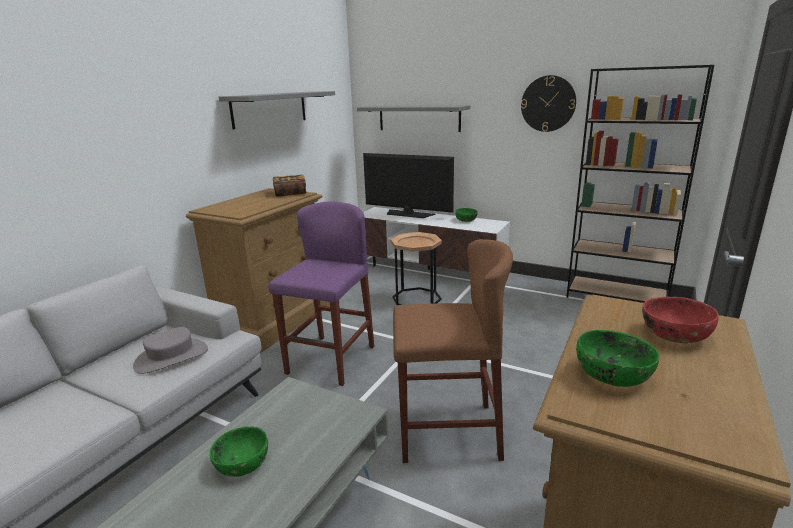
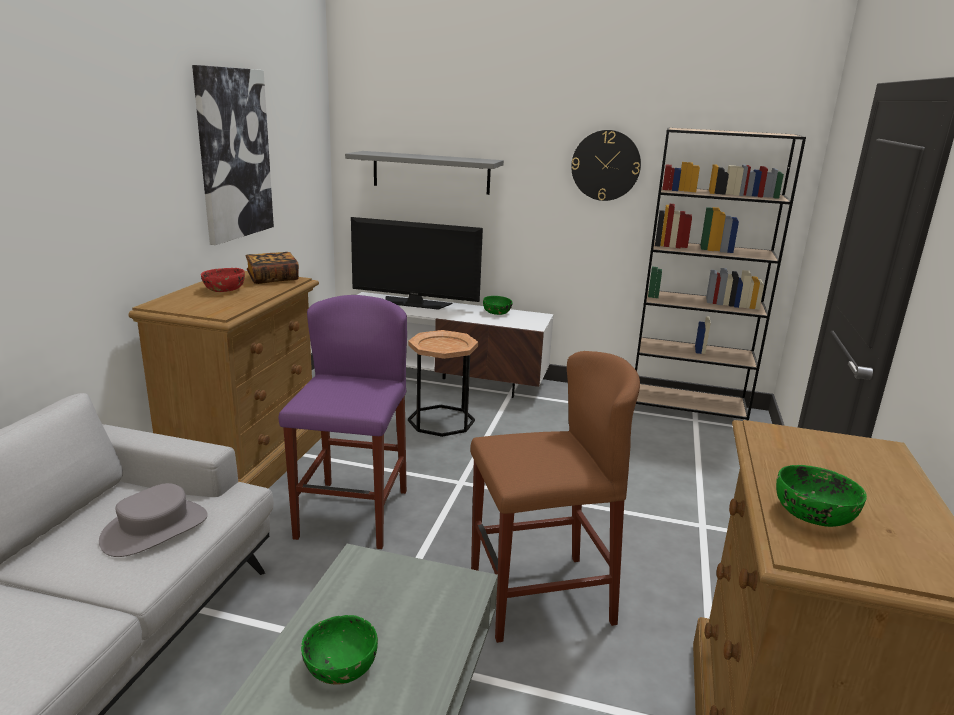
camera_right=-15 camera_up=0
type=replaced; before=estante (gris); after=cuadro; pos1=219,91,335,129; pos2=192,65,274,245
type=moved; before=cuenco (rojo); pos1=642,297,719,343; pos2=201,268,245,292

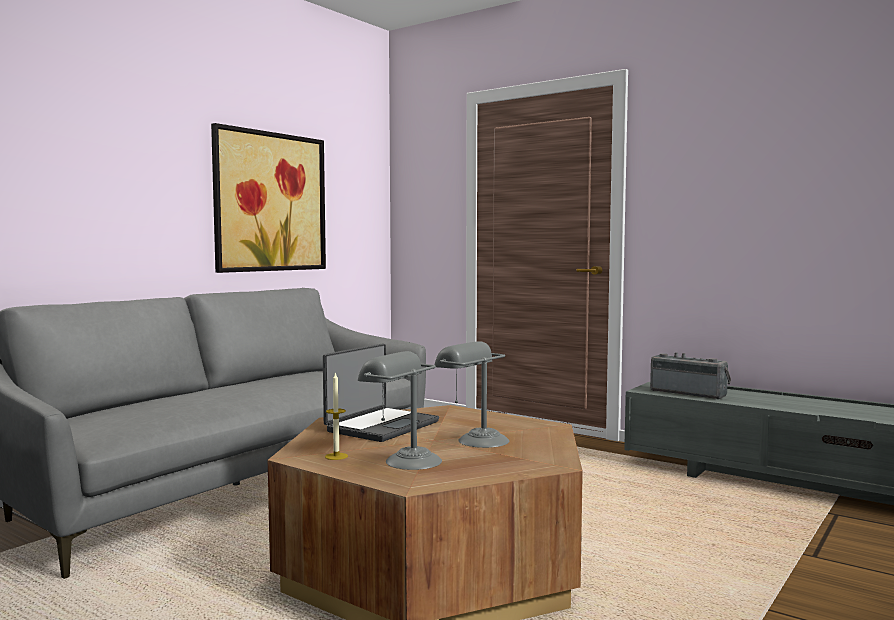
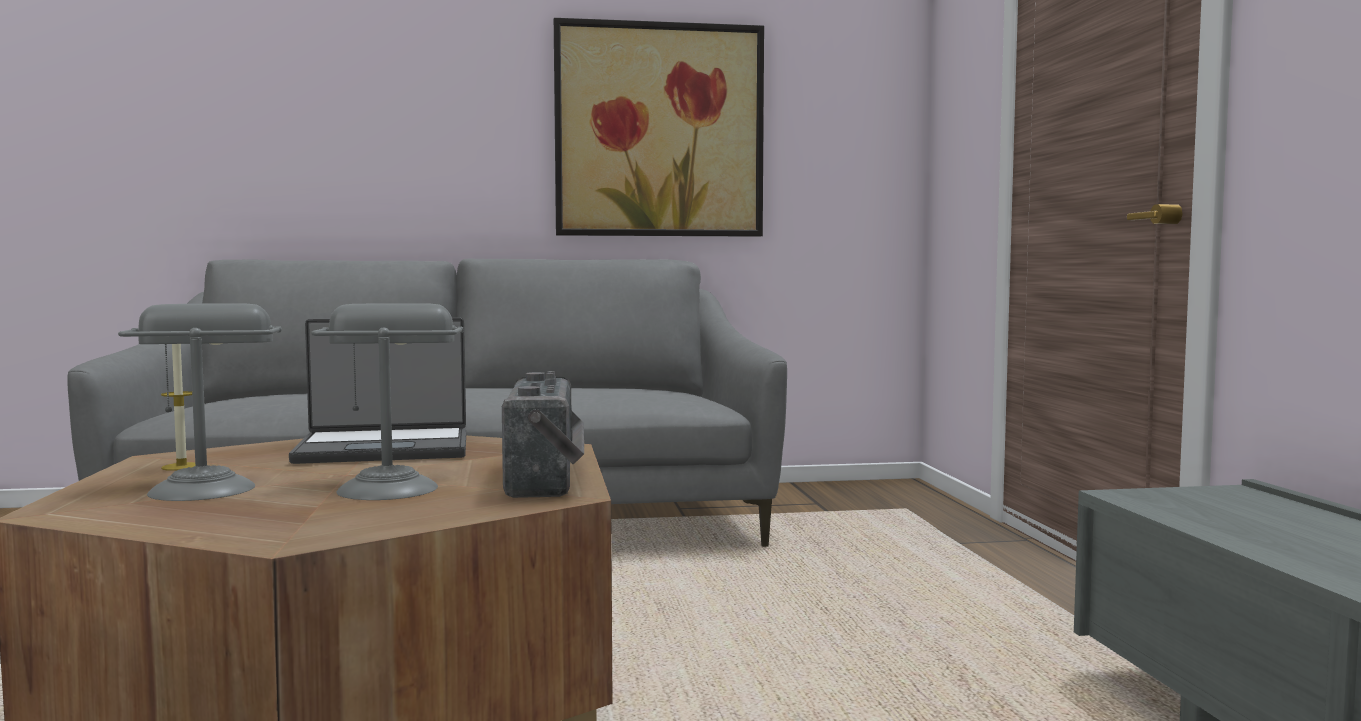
camera_right=45 camera_up=0
type=moved; before=radio; pos1=650,352,731,399; pos2=502,371,584,498

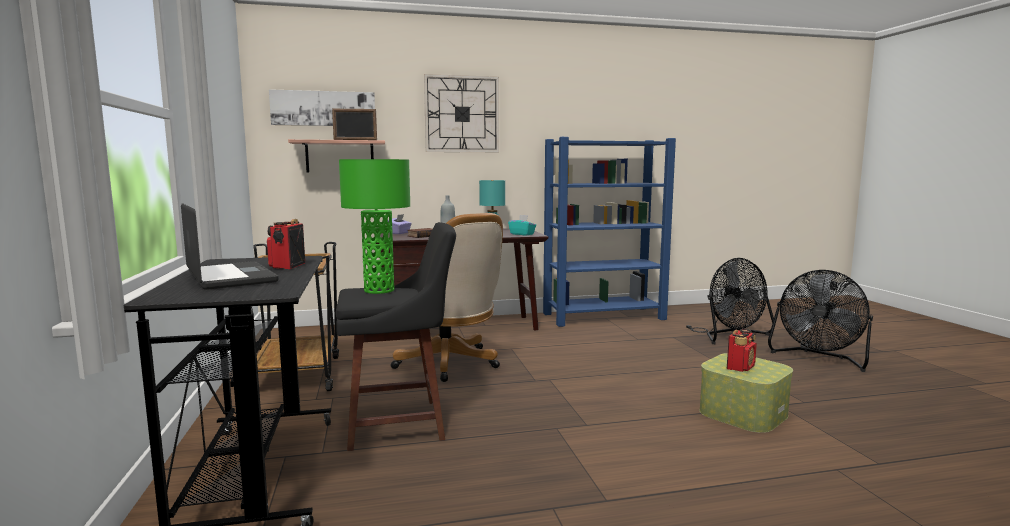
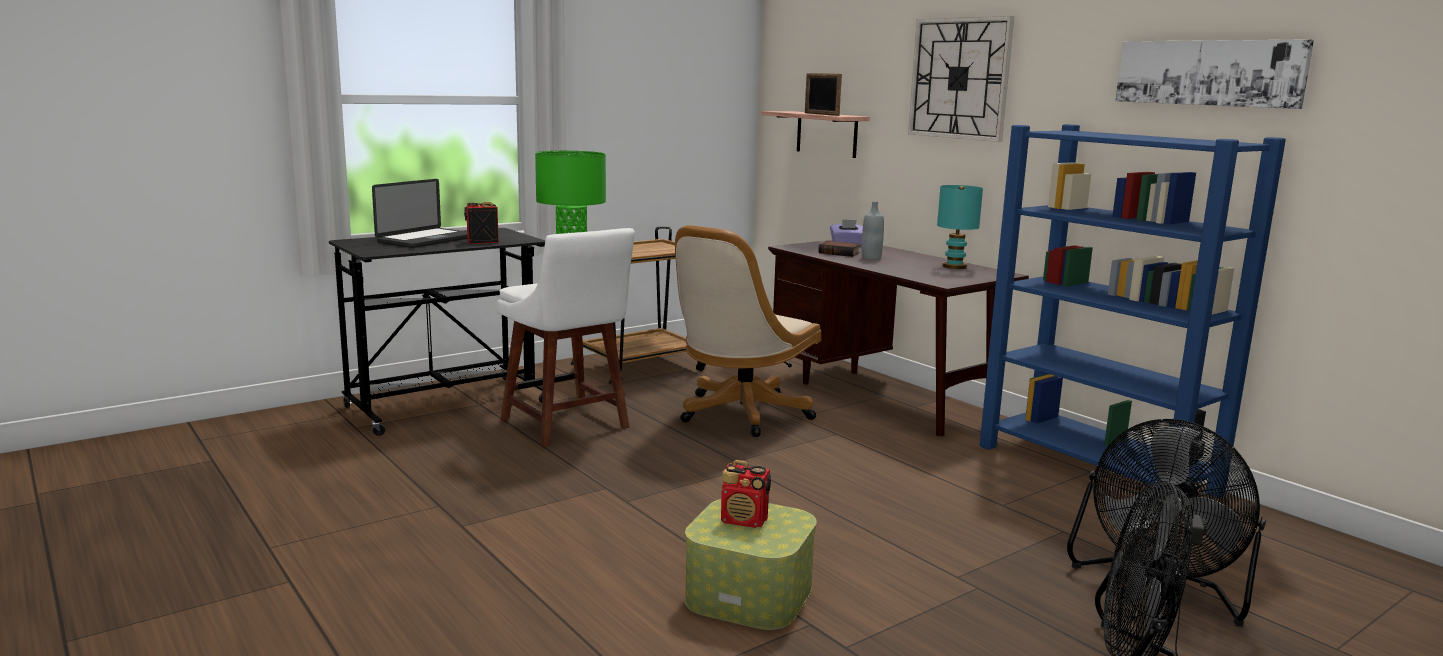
camera_right=65 camera_up=5
type=moved; before=cuadro; pos1=269,89,375,126; pos2=1115,39,1314,109
type=recoloured; before=taburete (negro); after=taburete (blanco); pos1=336,222,456,451; pos2=497,228,635,447
type=removed; before=caja de pañuelos (turquesa); pos1=508,215,536,235

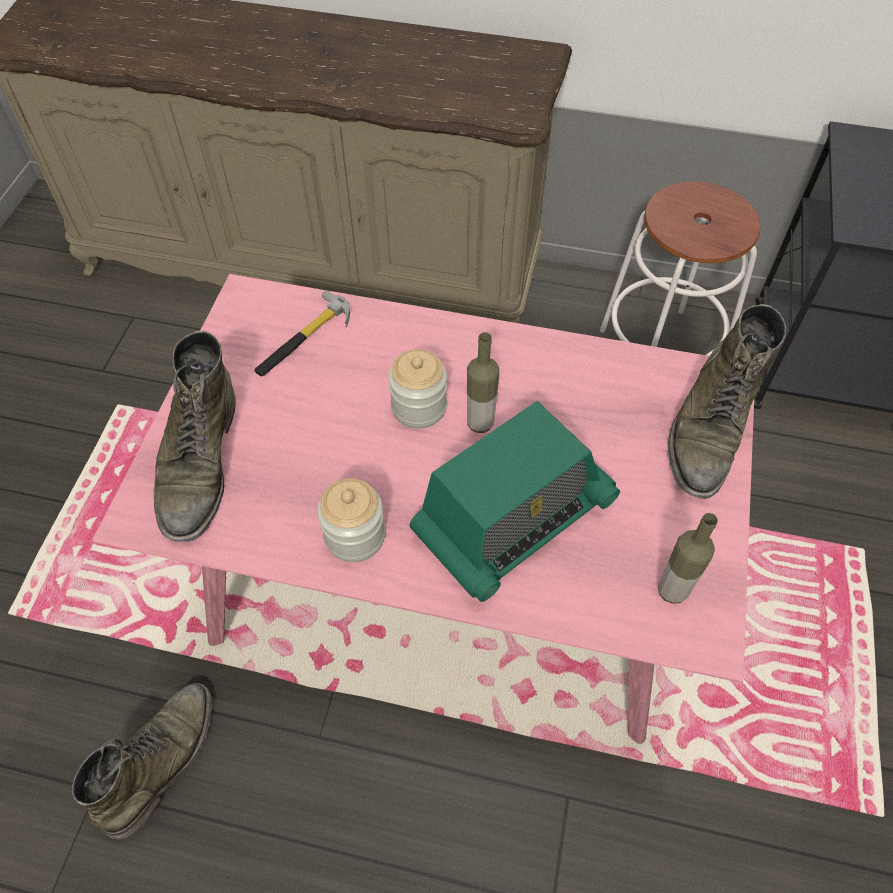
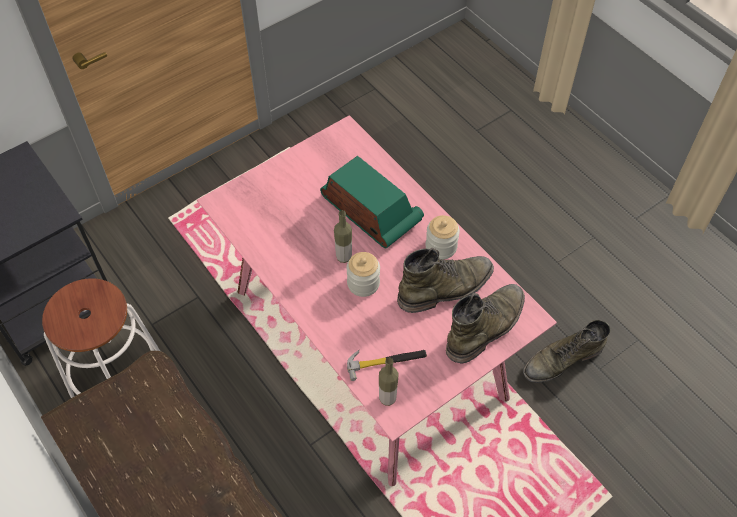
camera_right=-140 camera_up=0
type=turned; before=radio; pos1=410,401,620,602; pos2=320,156,424,248; turn=45
type=moved; before=botella; pos1=658,513,718,604; pos2=379,358,399,406
type=moved; before=bota (verde); pos1=667,304,786,499; pos2=397,248,494,313

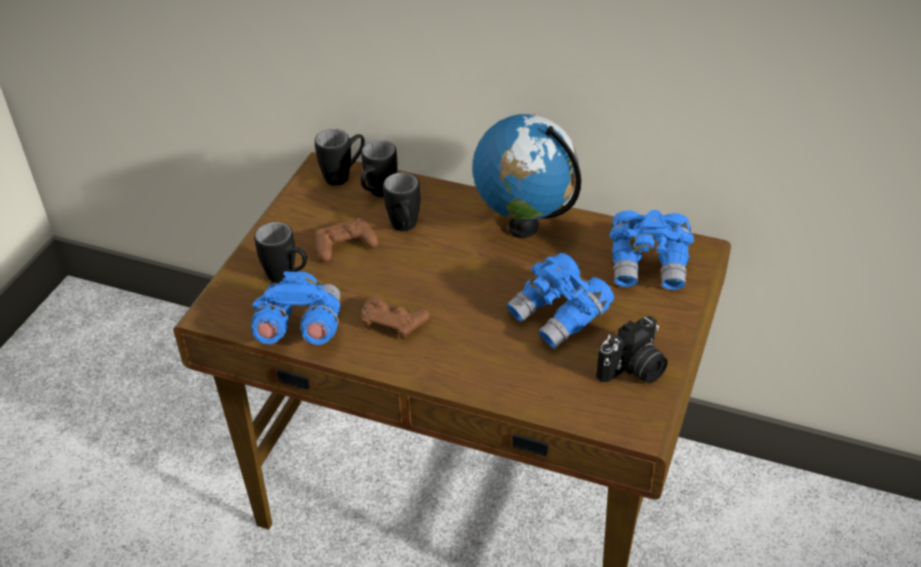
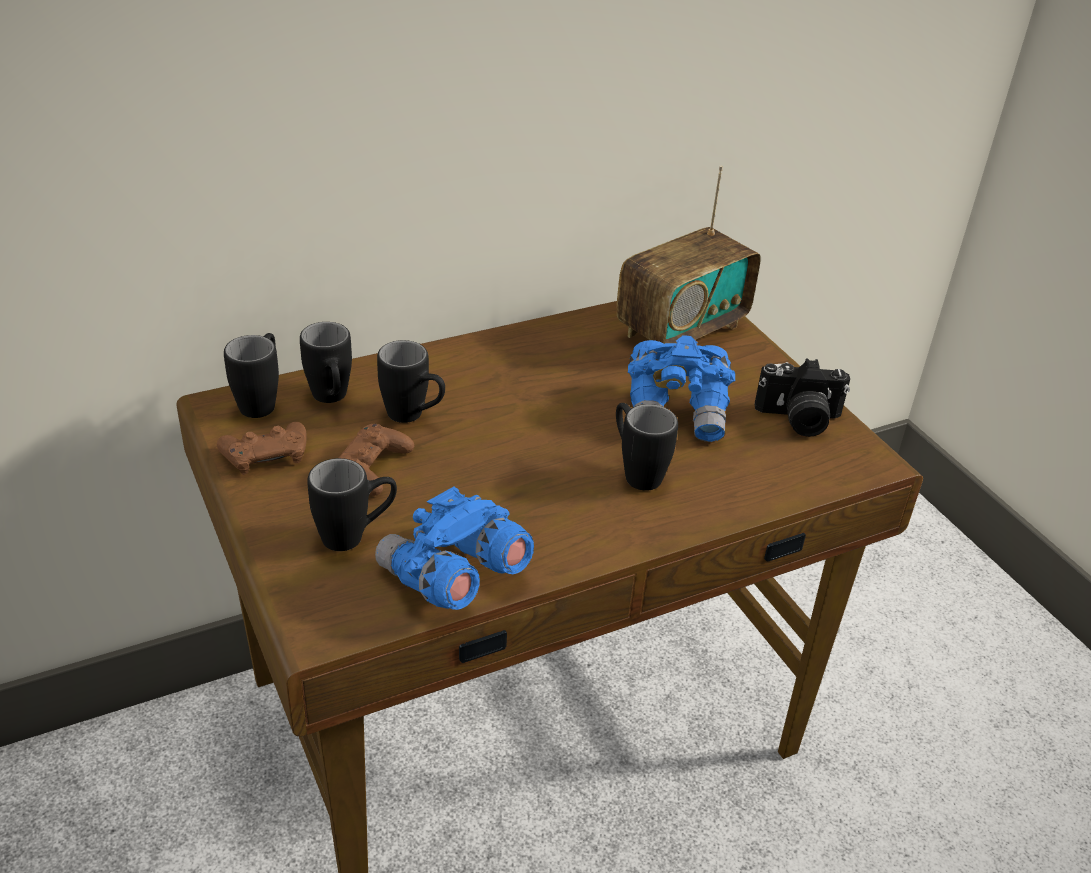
camera_right=-50 camera_up=-5
type=moved; before=mando de consola (marrón); pos1=361,295,430,339; pos2=217,422,307,475
type=removed; before=globo terráqueo; pos1=472,114,581,238
type=turned; before=cámara; pos1=596,316,668,384; pos2=755,359,850,437; turn=90
type=replaced; before=prismáticos (azul); after=radio; pos1=610,210,694,290; pos2=616,166,761,344
type=added; after=taza grande (negro); pos2=616,403,678,491

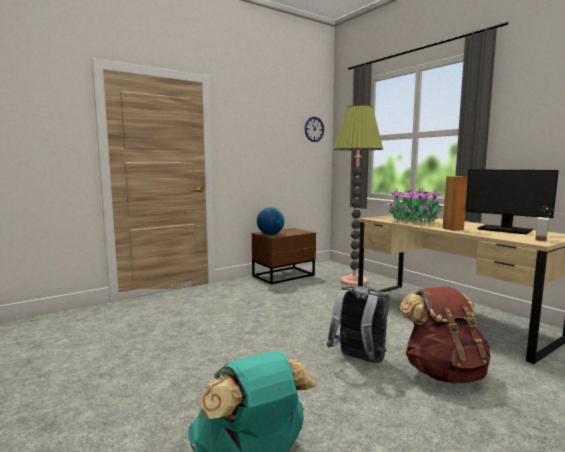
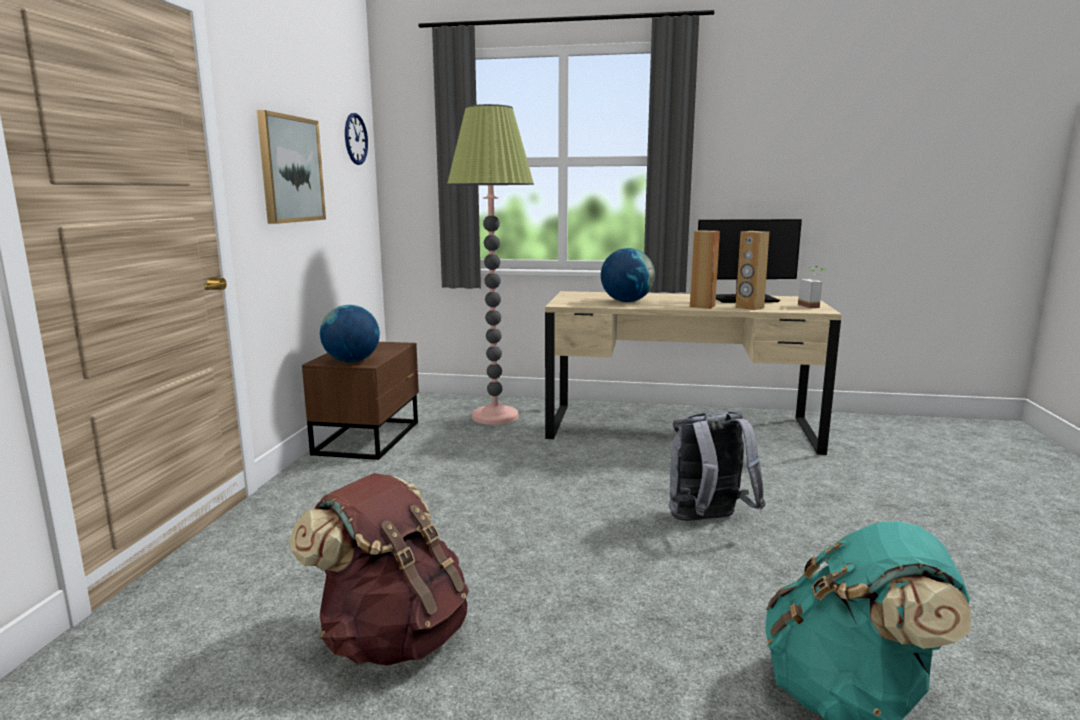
camera_right=-45 camera_up=5
type=replaced; before=planta en maceta; after=globo terráqueo; pos1=386,188,444,223; pos2=601,248,655,302
type=moved; before=mochila (marrón); pos1=400,287,491,384; pos2=289,473,469,665
type=added; after=cuadro; pos2=257,110,326,224
type=added; after=altavoz (marrón); pos2=735,231,769,310

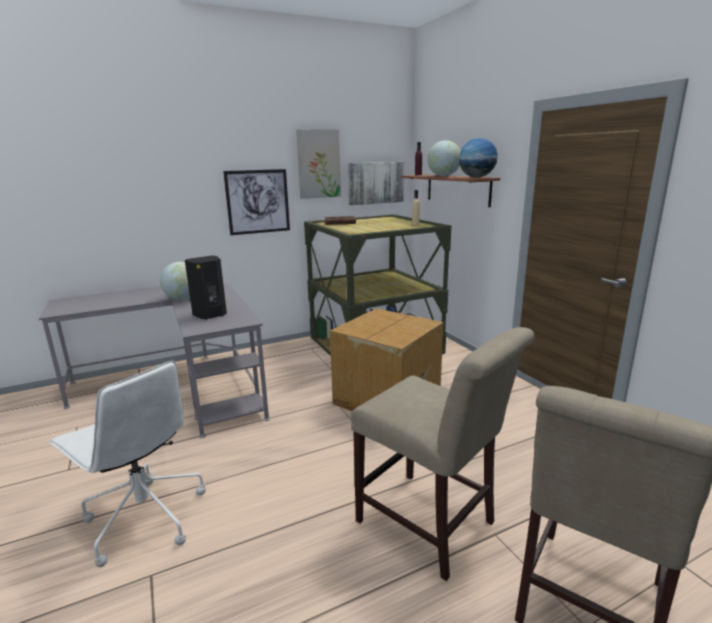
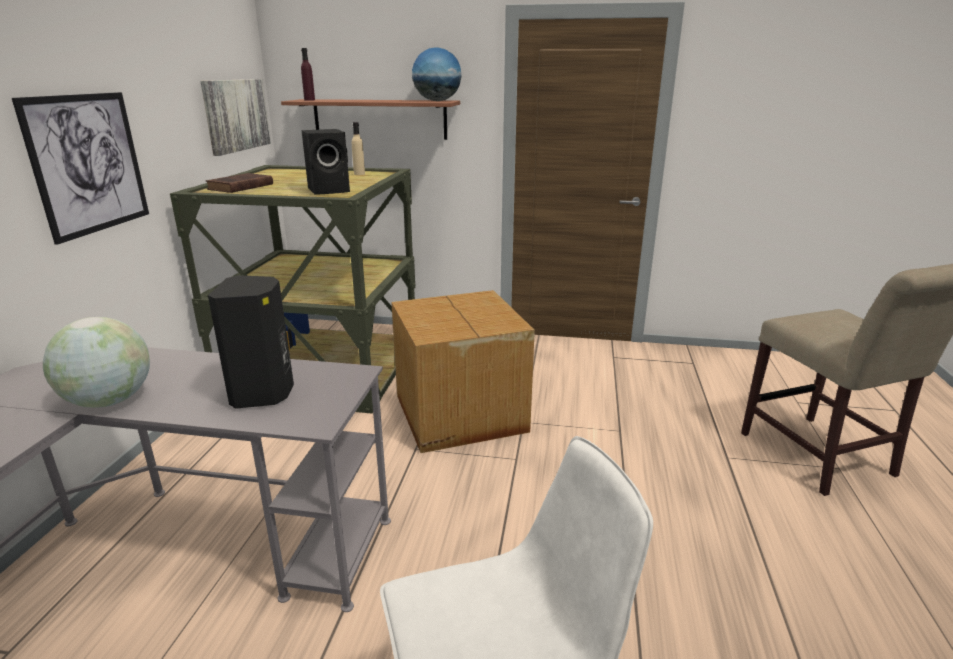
camera_right=-55 camera_up=5
type=removed; before=cuadro; pos1=296,129,341,199
type=removed; before=silla (beis); pos1=351,327,534,581
type=removed; before=globo terráqueo; pos1=427,140,461,176
type=added; after=altavoz (negro); pos2=302,129,350,195

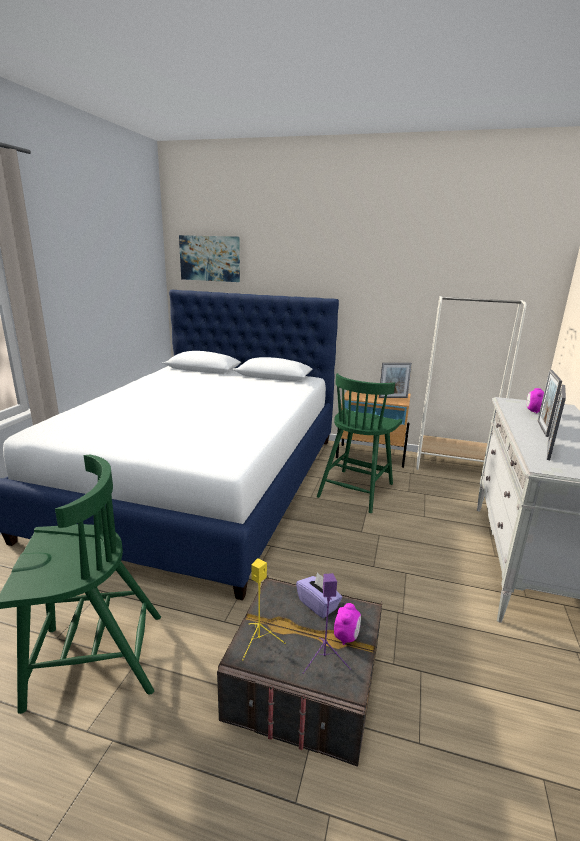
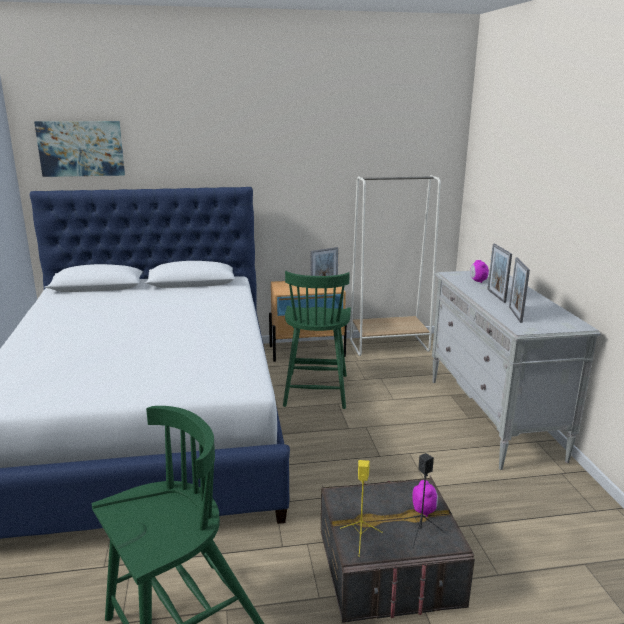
camera_right=-25 camera_up=0
type=removed; before=caja de pañuelos (morado); pos1=296,572,342,618
type=recoloured; before=altavoz (morado); after=altavoz (negro); pos1=303,573,351,674; pos2=404,453,445,548

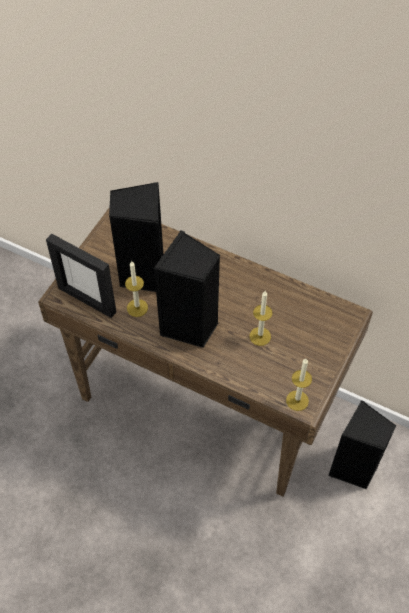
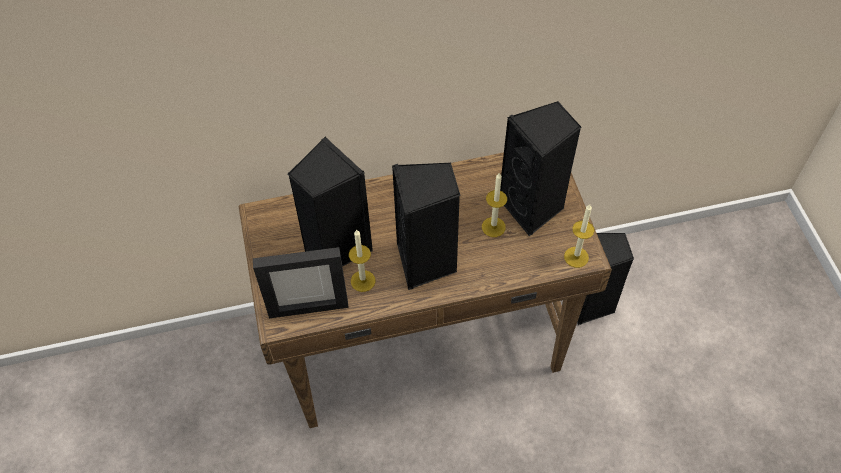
camera_right=-40 camera_up=0
type=added; after=altavoz (negro); pos2=500,101,582,236

